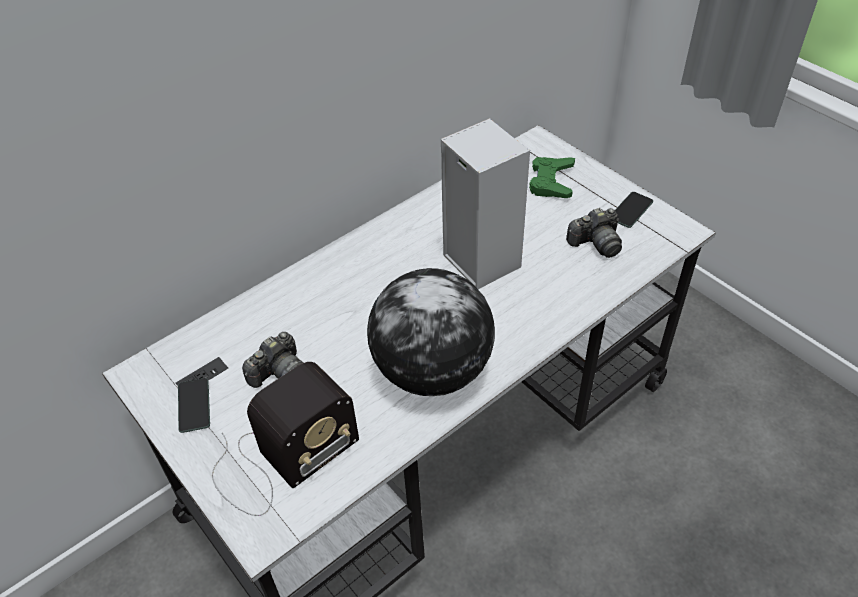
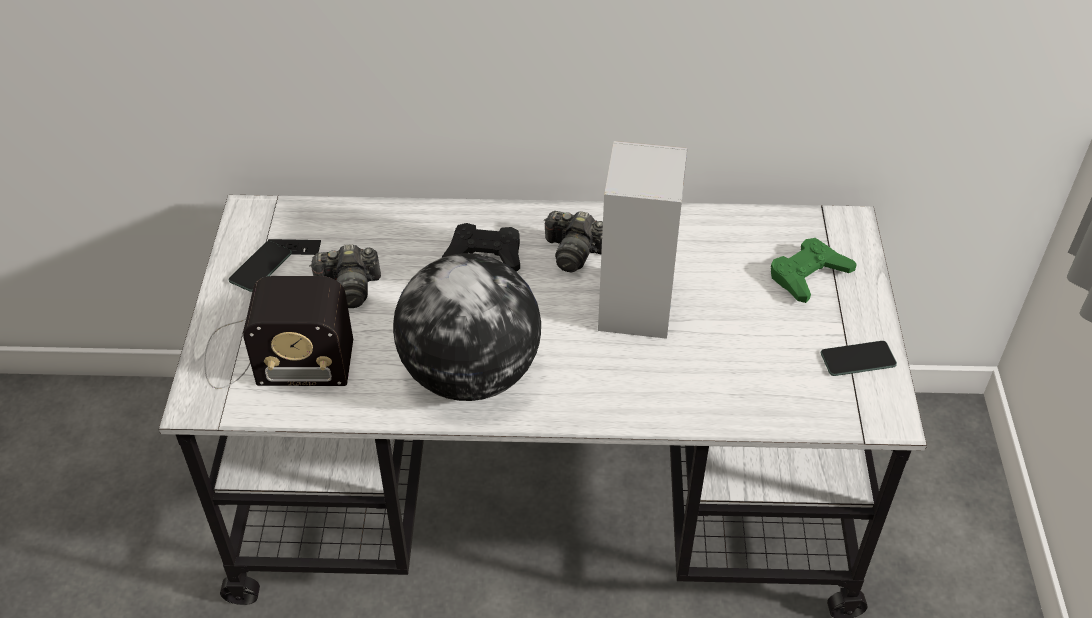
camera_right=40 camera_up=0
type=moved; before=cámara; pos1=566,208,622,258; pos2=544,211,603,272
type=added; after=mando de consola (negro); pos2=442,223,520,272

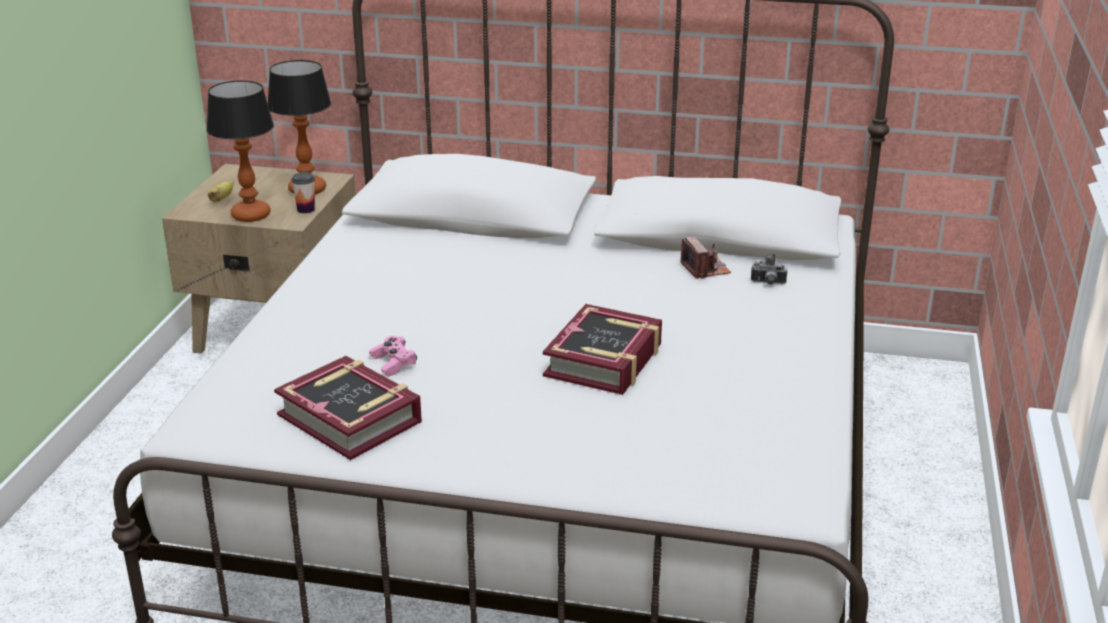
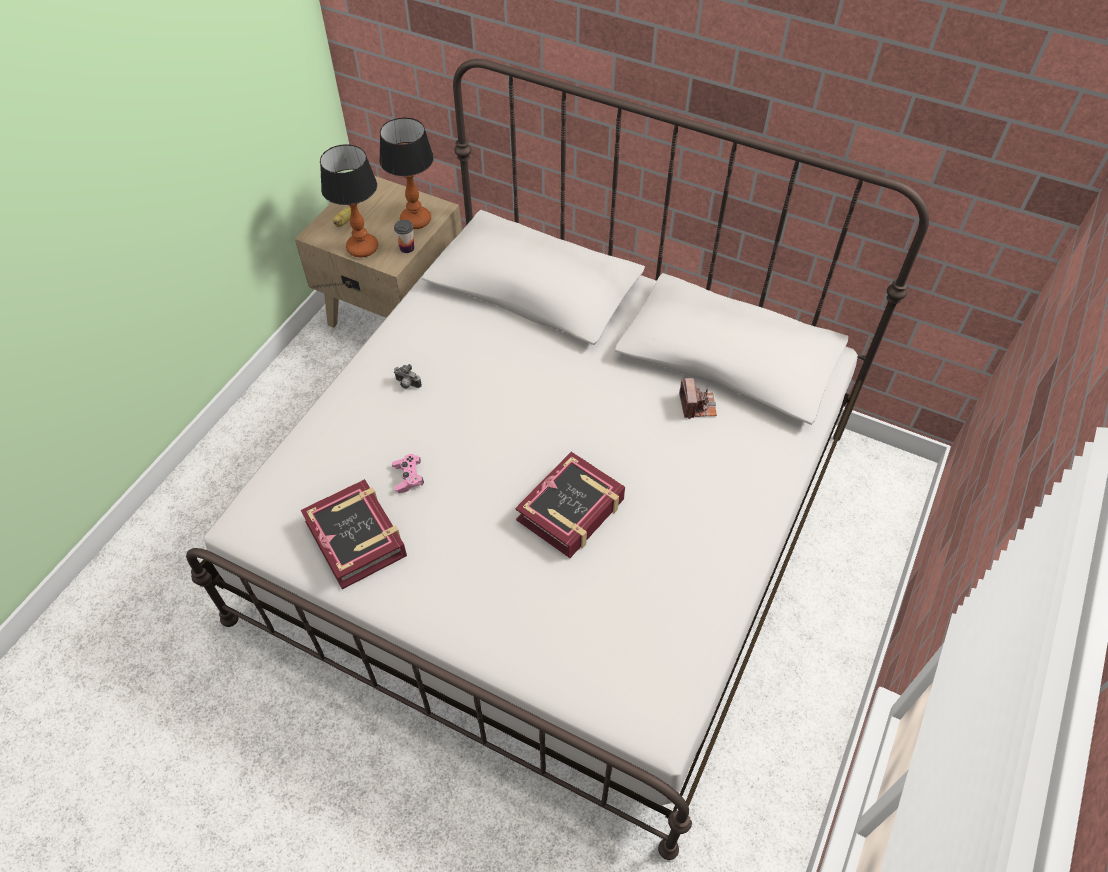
camera_right=15 camera_up=25
type=moved; before=cámara; pos1=751,253,787,285; pos2=394,364,422,389

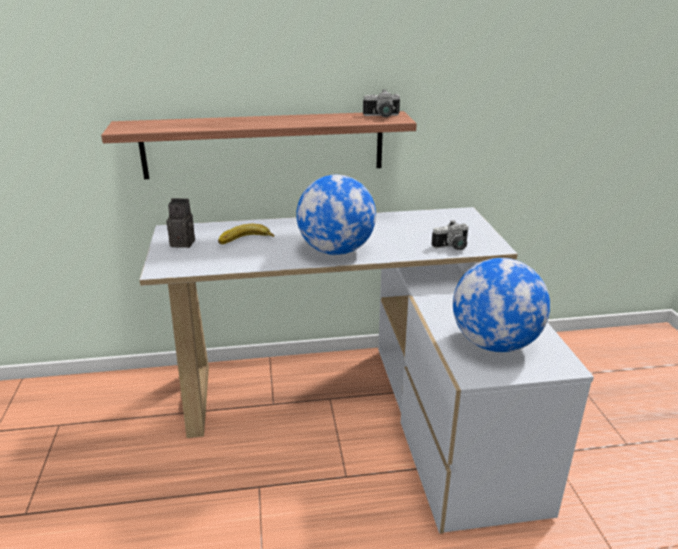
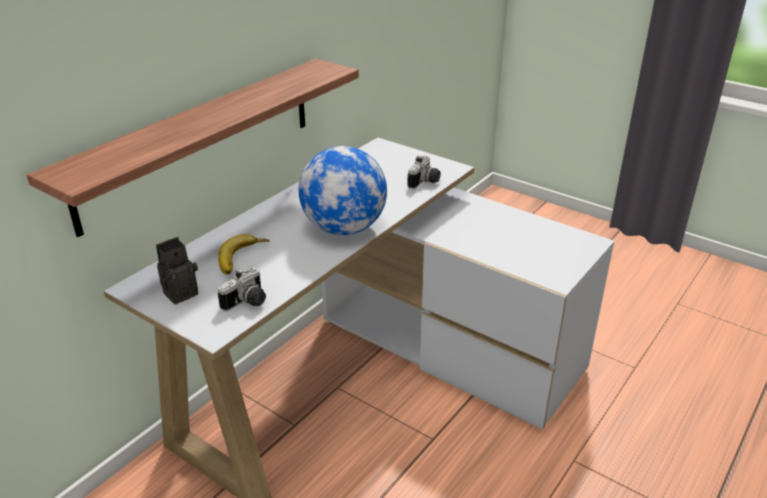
camera_right=-45 camera_up=5
type=moved; before=cámara; pos1=363,89,400,117; pos2=218,268,266,311
type=removed; before=globo terráqueo; pos1=453,258,550,352

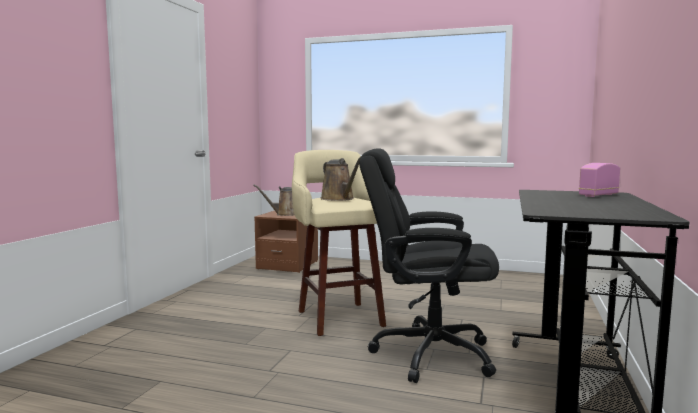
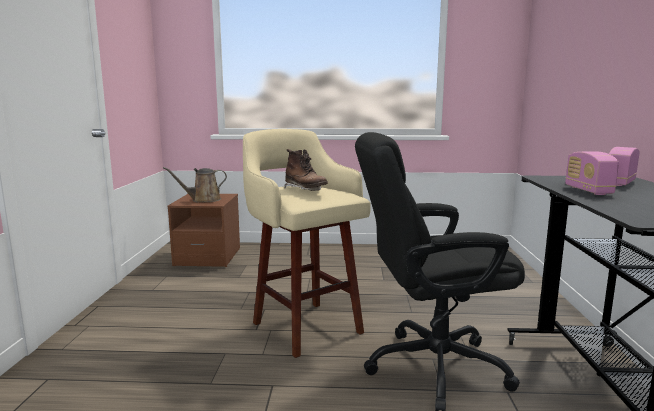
camera_right=-15 camera_up=5
type=replaced; before=regadera (marrón); after=bota (marrón); pos1=321,157,361,201; pos2=285,149,328,191
type=added; after=radio; pos2=565,152,619,195

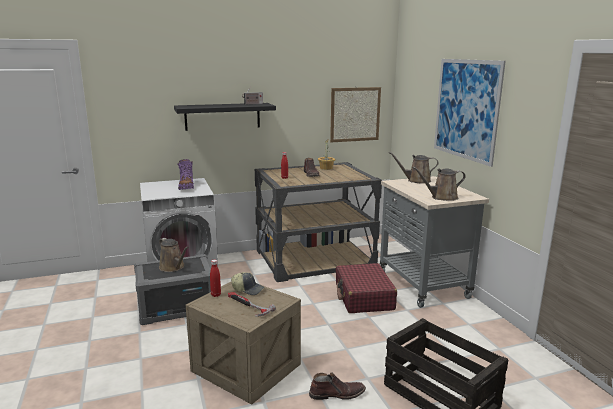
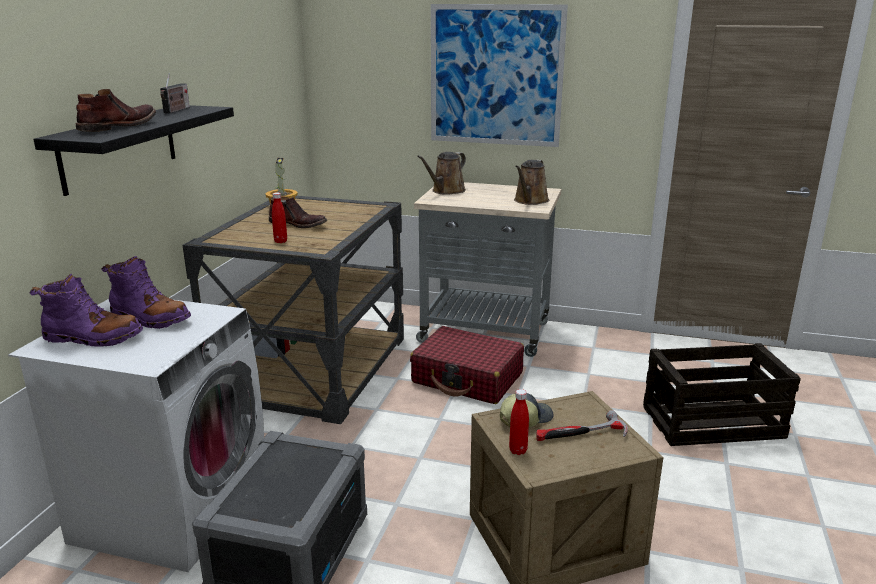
camera_right=-55 camera_up=5
type=removed; before=regadera (marrón); pos1=159,238,189,272
type=moved; before=bota (marrón); pos1=309,372,366,400; pos2=76,89,156,132
type=removed; before=cuadro; pos1=330,86,381,143
type=added; after=bota (morado); pos2=29,274,143,347

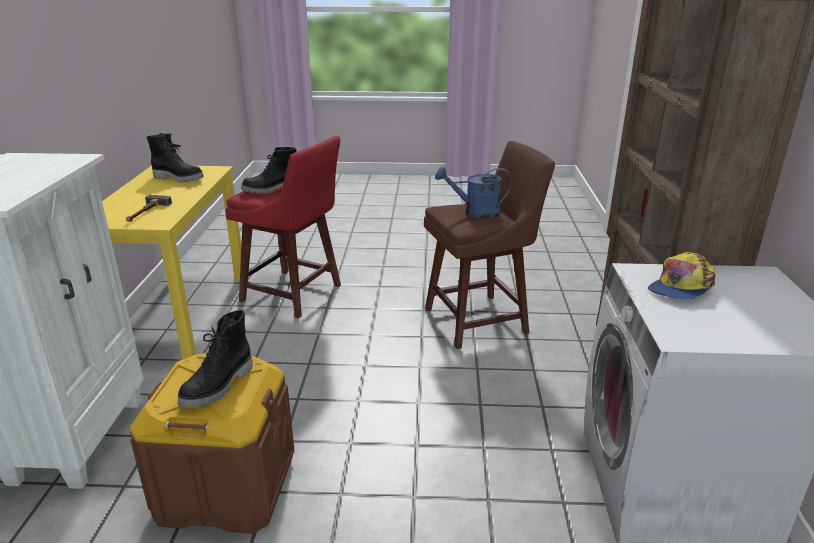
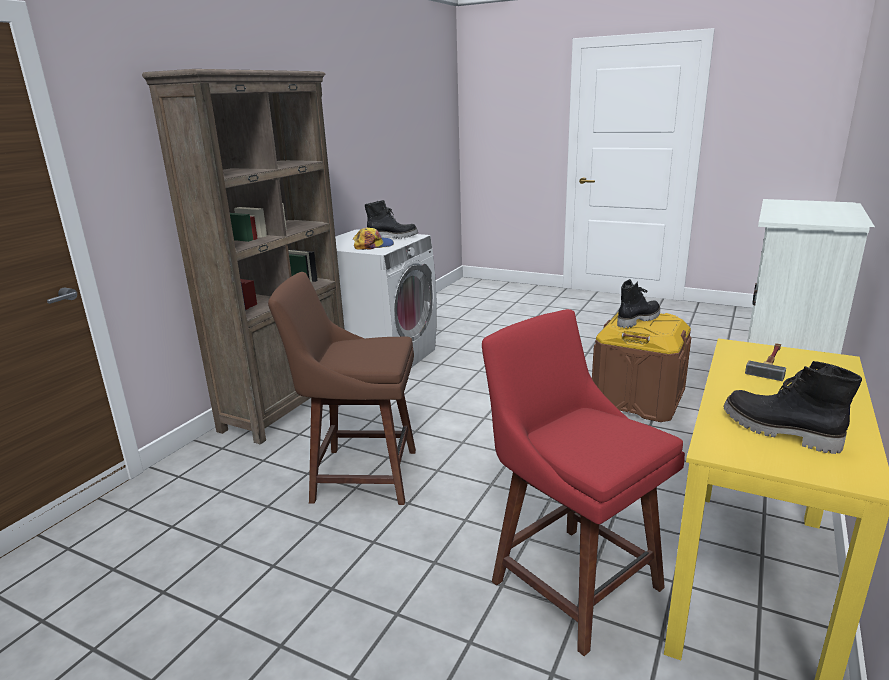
camera_right=-155 camera_up=-5
type=moved; before=bota (negro); pos1=241,147,296,194; pos2=365,200,418,239
type=removed; before=regadera (azul); pos1=435,166,512,219

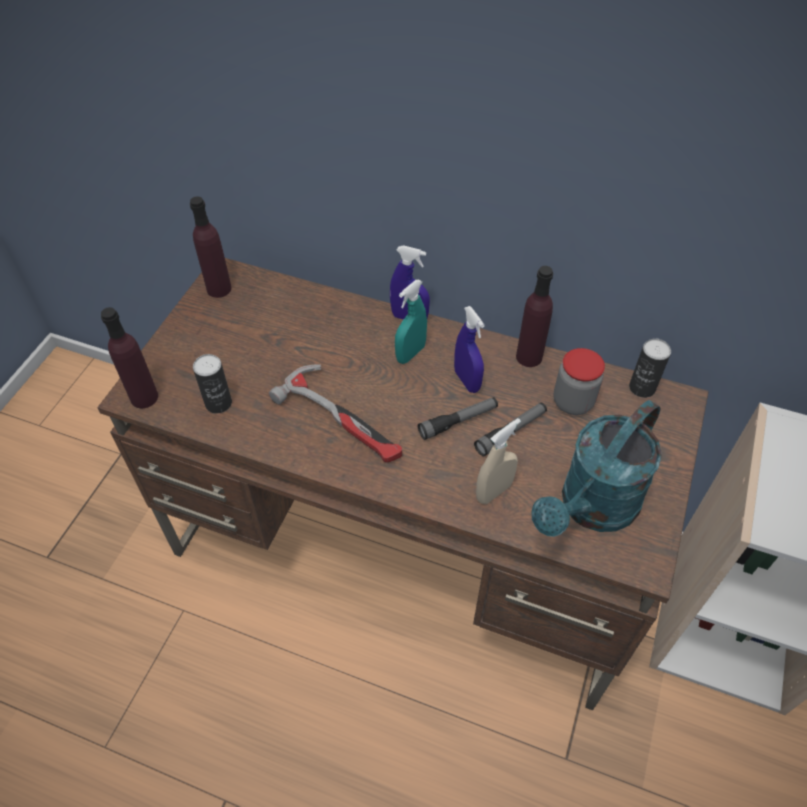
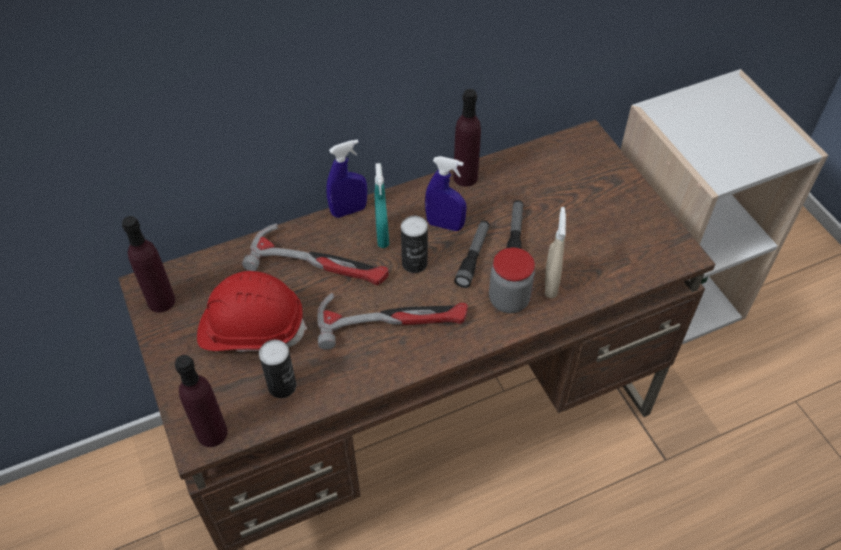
camera_right=-45 camera_up=0
type=removed; before=regadera (turquesa); pos1=531,400,662,537
type=moved; before=tarro; pos1=554,348,605,415; pos2=489,248,535,313
type=moved; before=lata; pos1=629,339,671,398; pos2=401,216,428,273
type=added; after=casco (rojo); pos2=197,271,307,352
type=added; after=martillo; pos2=242,223,389,285

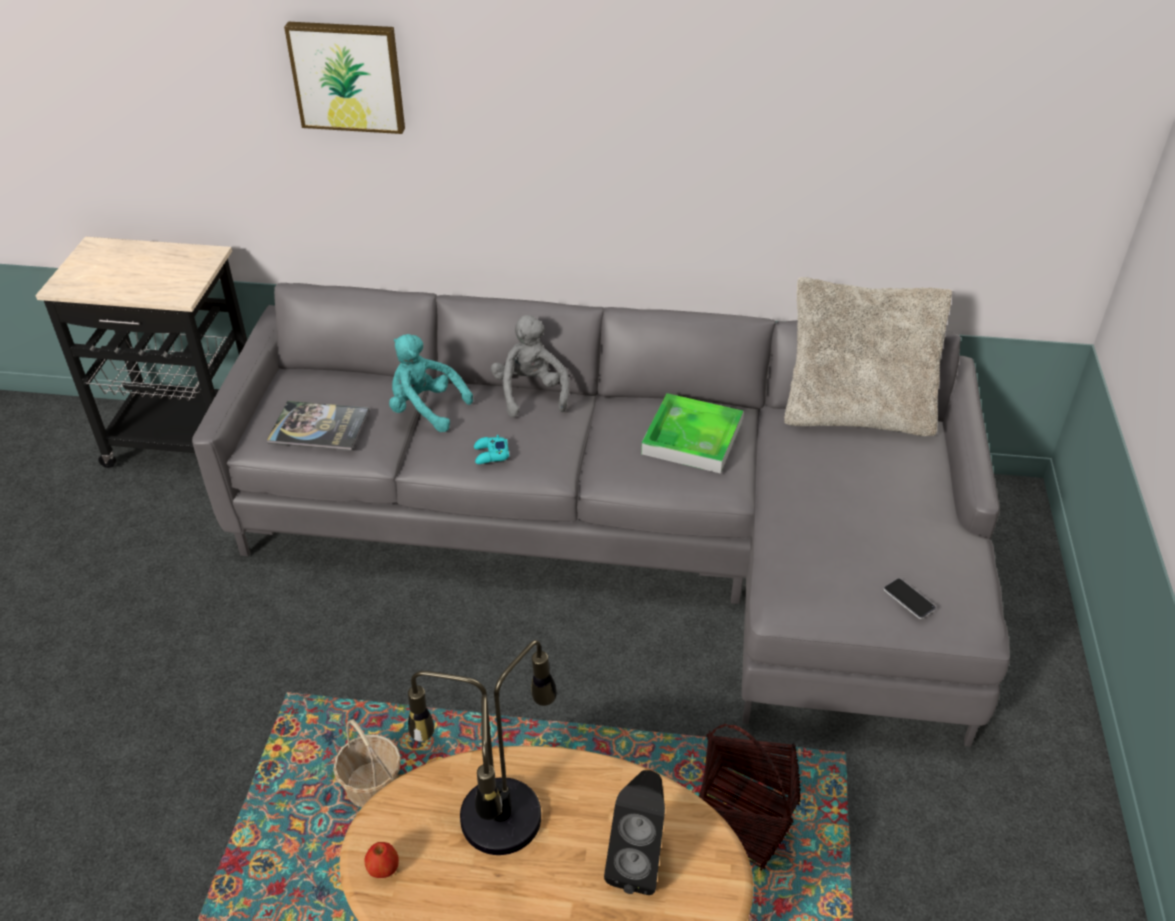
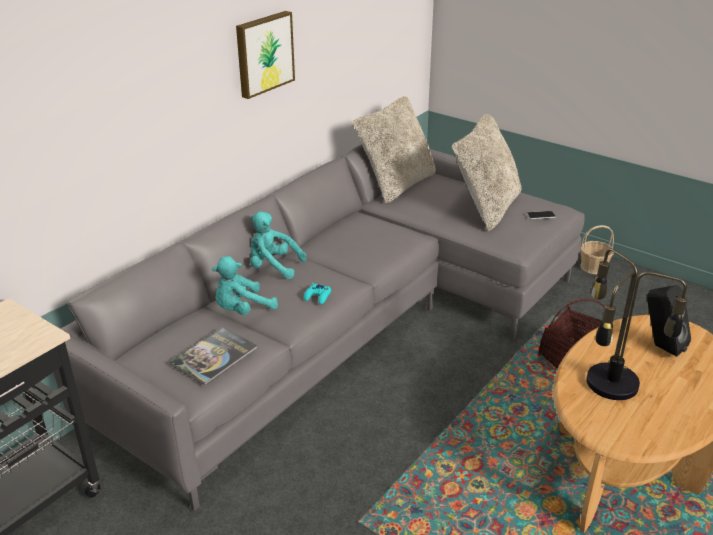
camera_right=-60 camera_up=-10
type=moved; before=cuadro; pos1=284,22,405,134; pos2=236,11,295,99
type=moved; before=cesta; pos1=333,719,401,807; pos2=580,225,614,274
type=removed; before=manzana; pos1=364,842,399,878
type=recoloured; before=peluche (gris); after=peluche (turquesa); pos1=491,315,570,417; pos2=250,211,306,279
type=removed; before=bandeja; pos1=641,393,743,474
type=added; after=cojín (beis); pos2=452,114,521,231

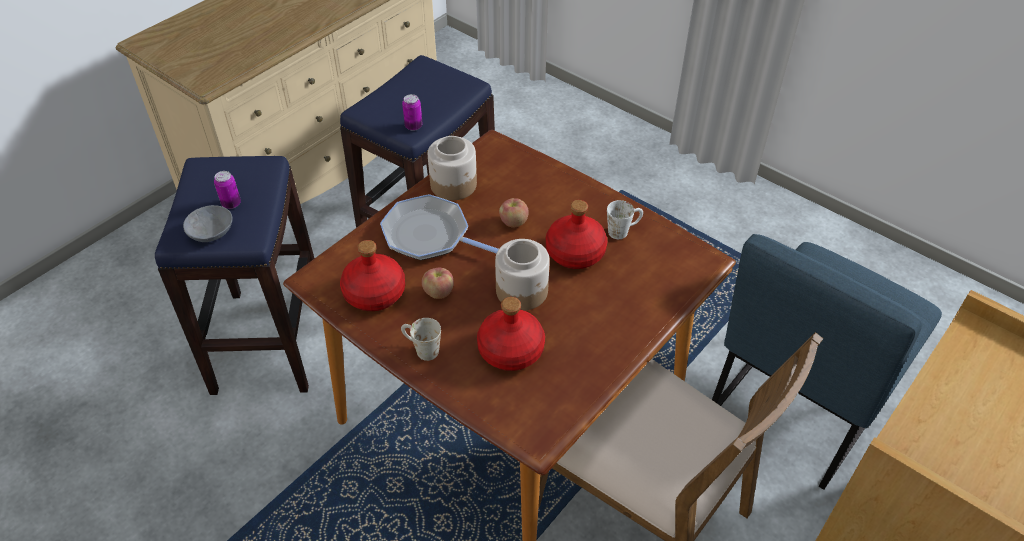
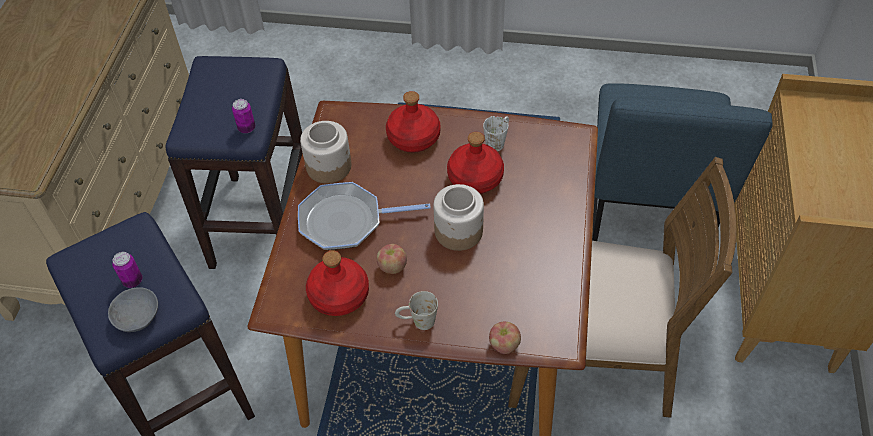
camera_right=-30 camera_up=5
type=moved; before=botella (rojo); pos1=477,297,545,371; pos2=386,91,441,153
type=moved; before=manzana; pos1=499,198,529,228; pos2=489,321,521,354

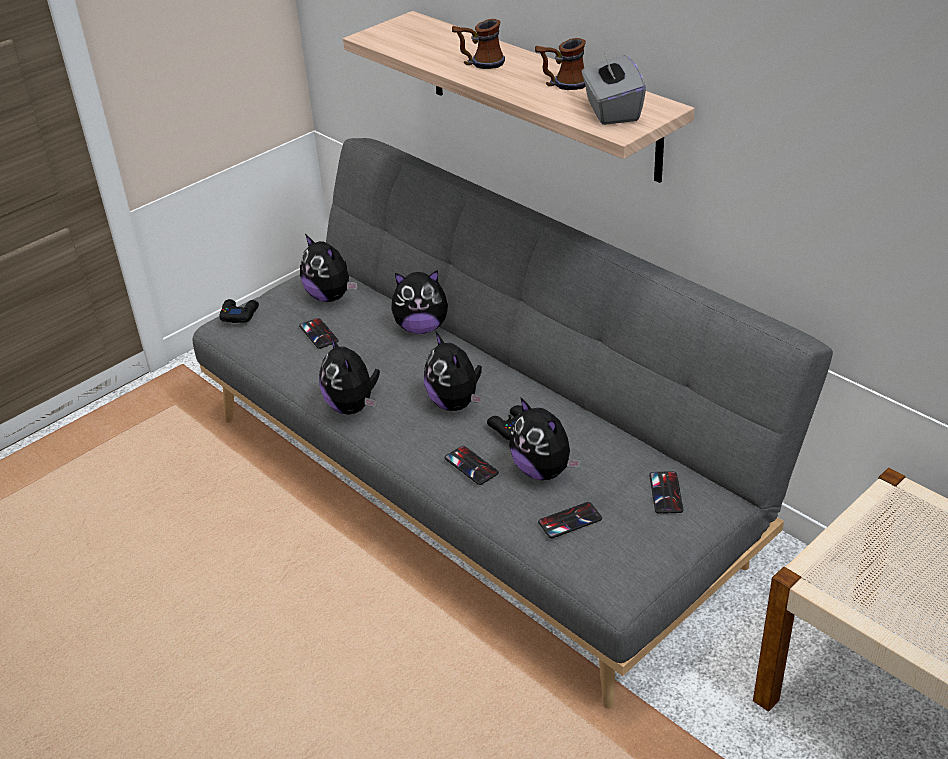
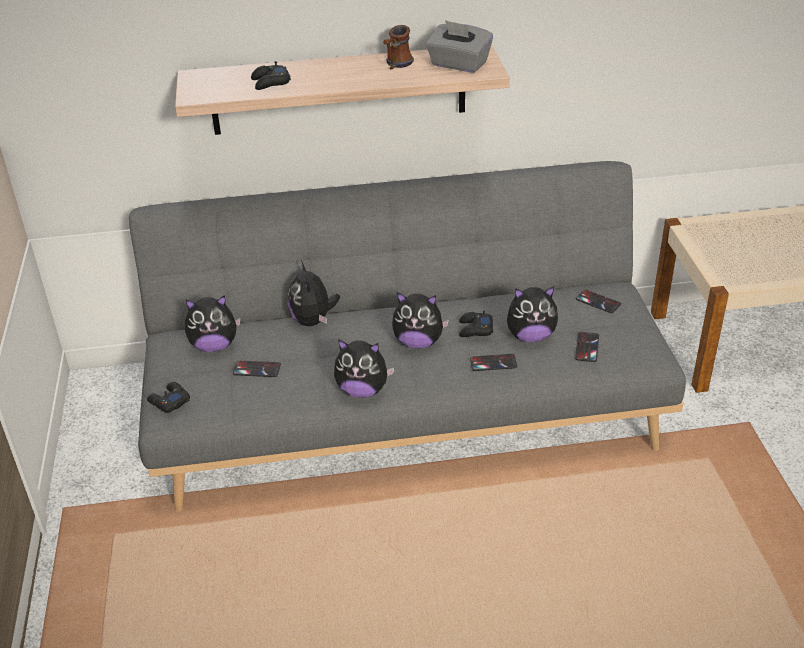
camera_right=-55 camera_up=0
type=turned; before=peluche; pos1=391,270,448,334; pos2=288,261,340,326; turn=135
type=removed; before=taza grande; pos1=452,19,505,69
type=added; after=mando de consola (negro); pos2=251,61,291,90

